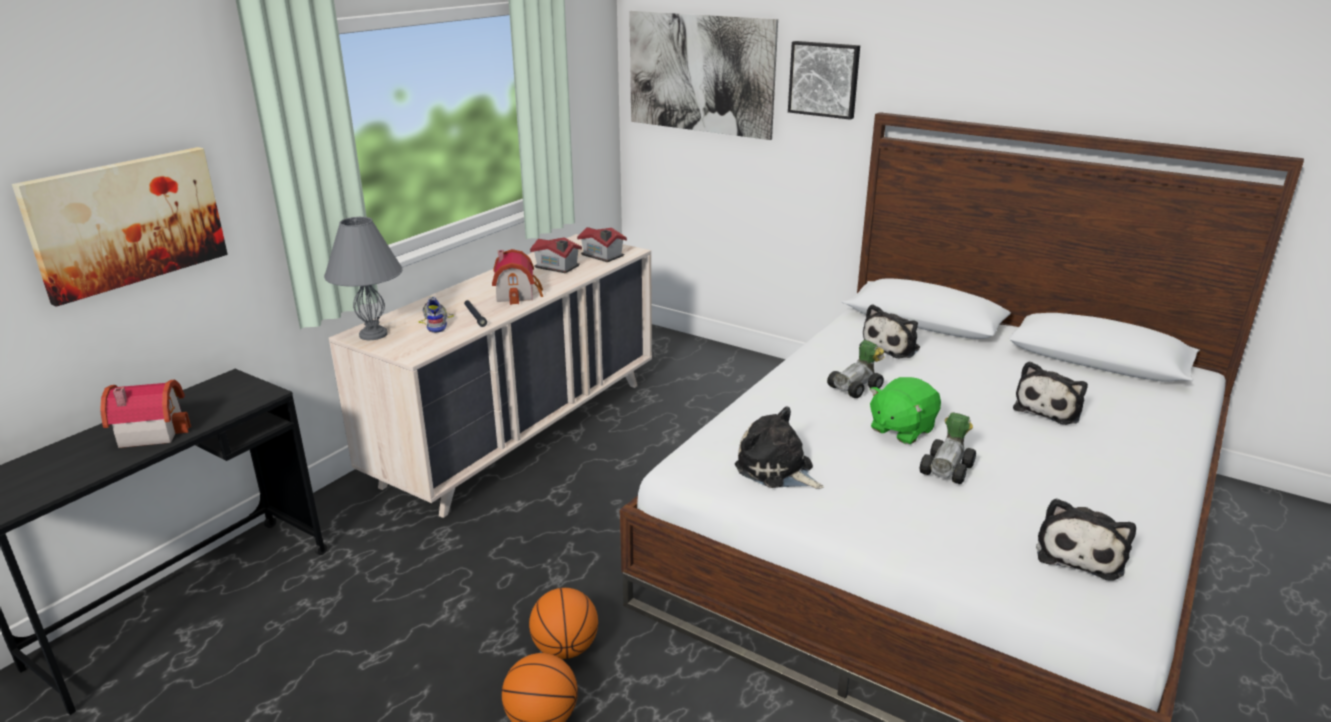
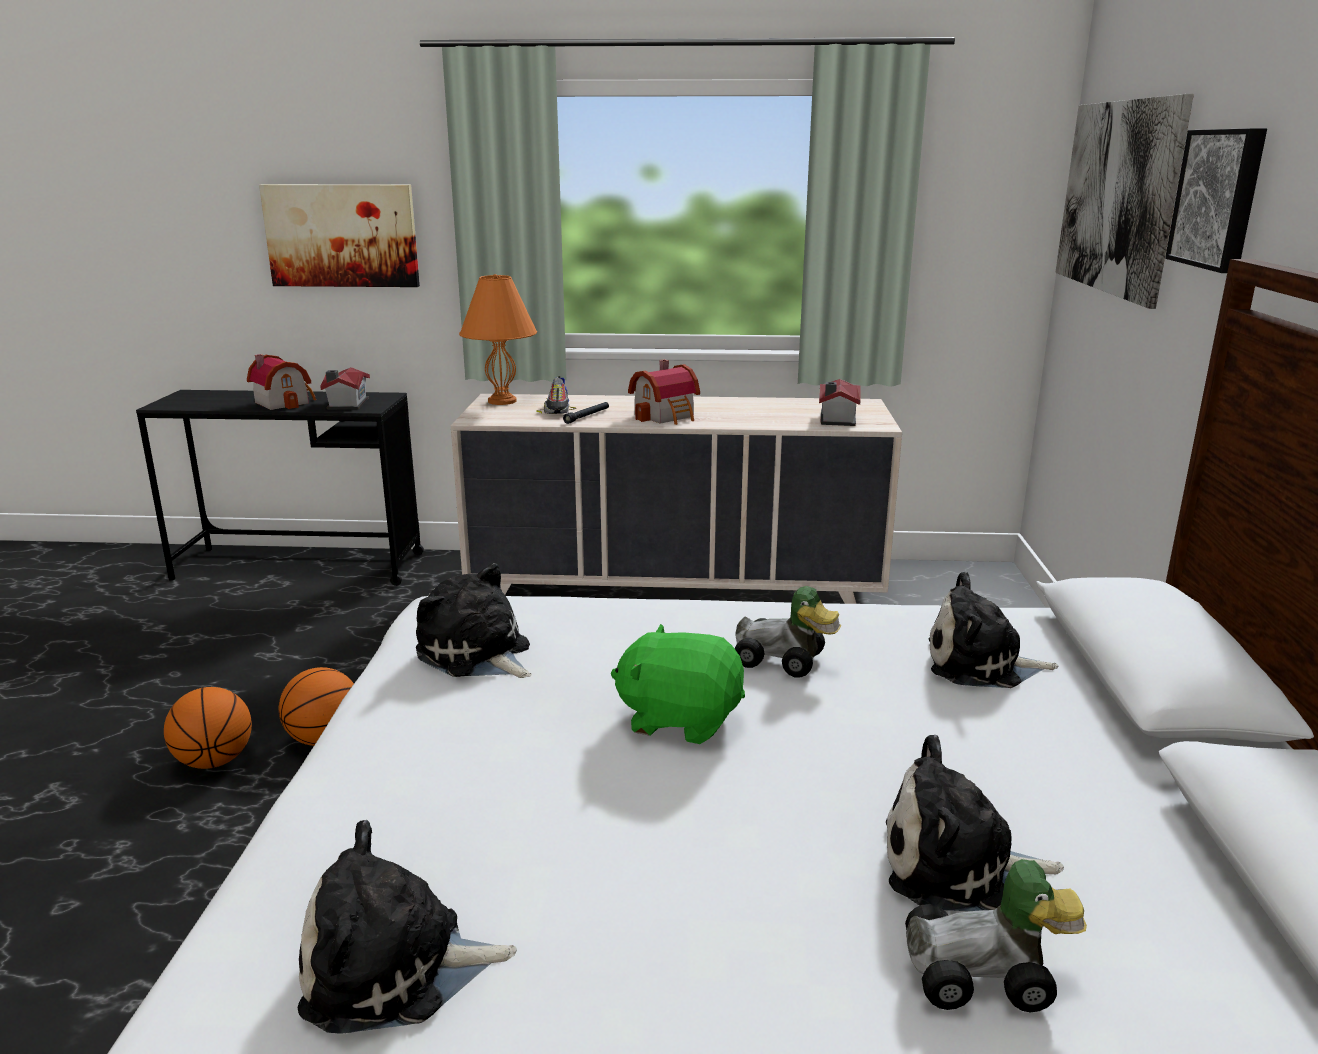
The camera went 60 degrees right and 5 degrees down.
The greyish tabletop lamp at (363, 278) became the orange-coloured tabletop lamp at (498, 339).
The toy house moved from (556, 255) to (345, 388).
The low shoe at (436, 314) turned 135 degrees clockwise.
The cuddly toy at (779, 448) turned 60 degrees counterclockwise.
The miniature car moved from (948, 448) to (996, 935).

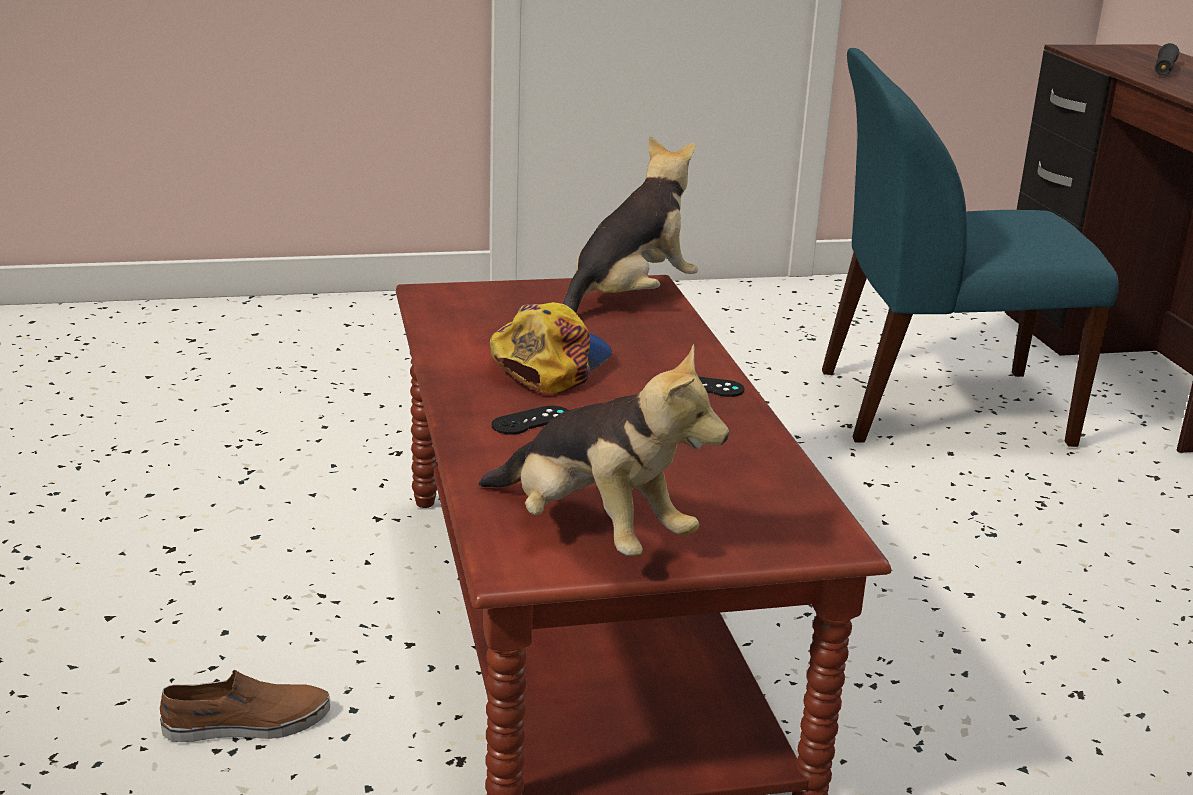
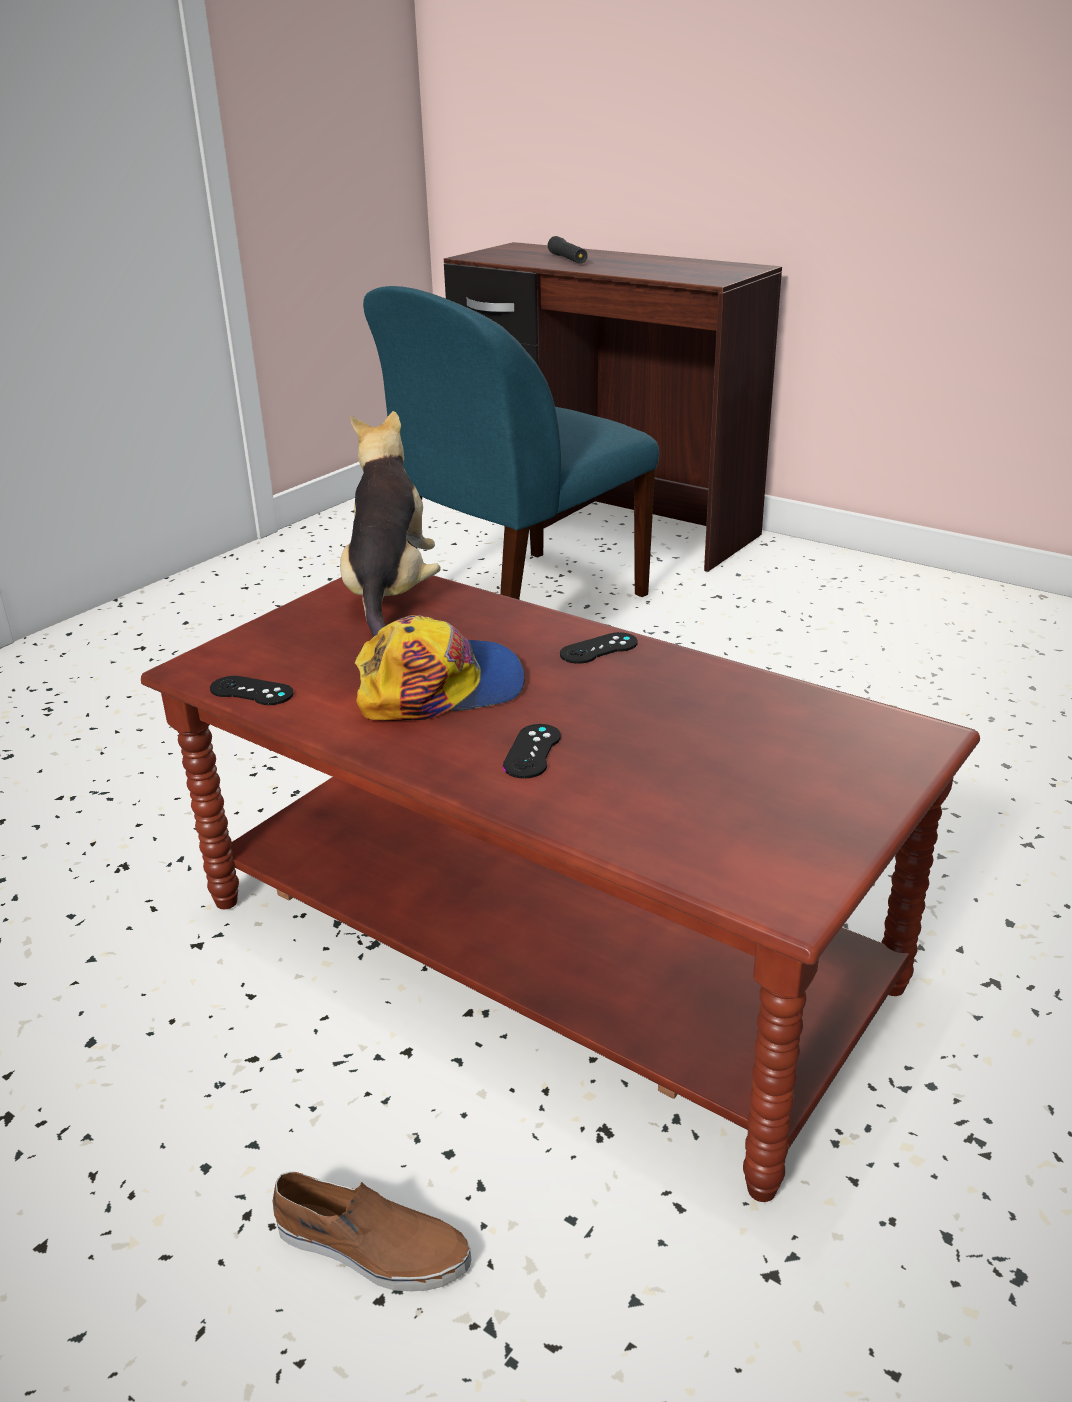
The camera went 40 degrees left and 5 degrees up.
The peaked cap at (551, 348) turned 90 degrees clockwise.
The cuddly toy at (604, 450) disappeared.
The brown low shoe at (245, 706) turned 75 degrees clockwise.
The black-coloured game controller at (252, 690) appeared.

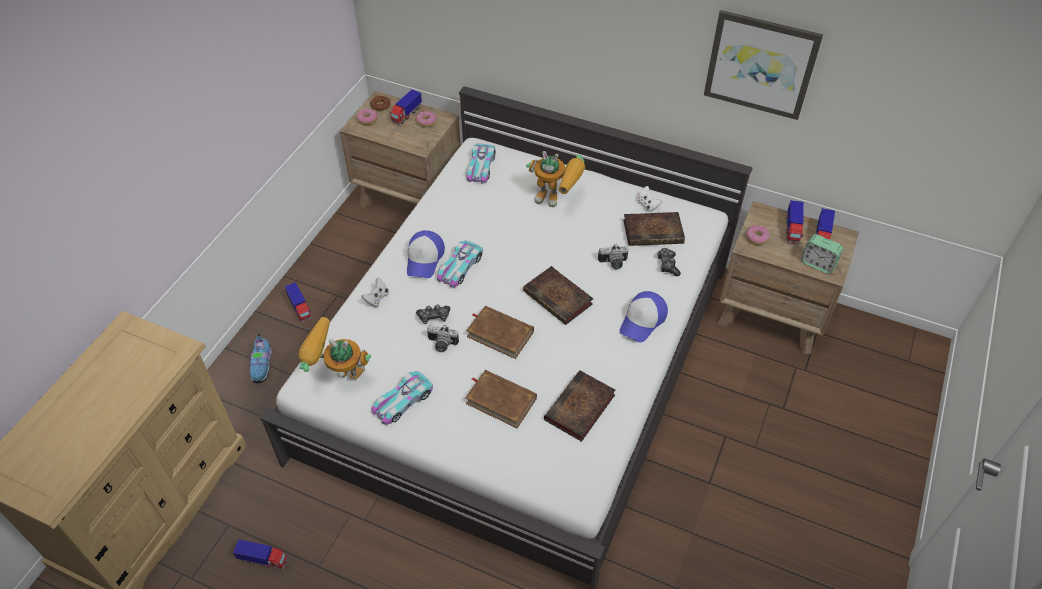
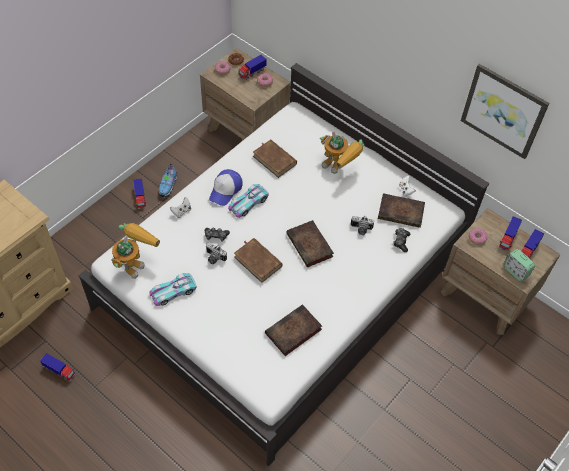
The camera went 15 degrees right and 5 degrees up.
The miniature car at (480, 164) disappeared.
The peaked cap at (644, 316) disappeared.
The robot figure at (335, 348) turned 90 degrees clockwise.
The low shoe moved from (261, 358) to (168, 180).
The brown volume moved from (501, 399) to (275, 158).

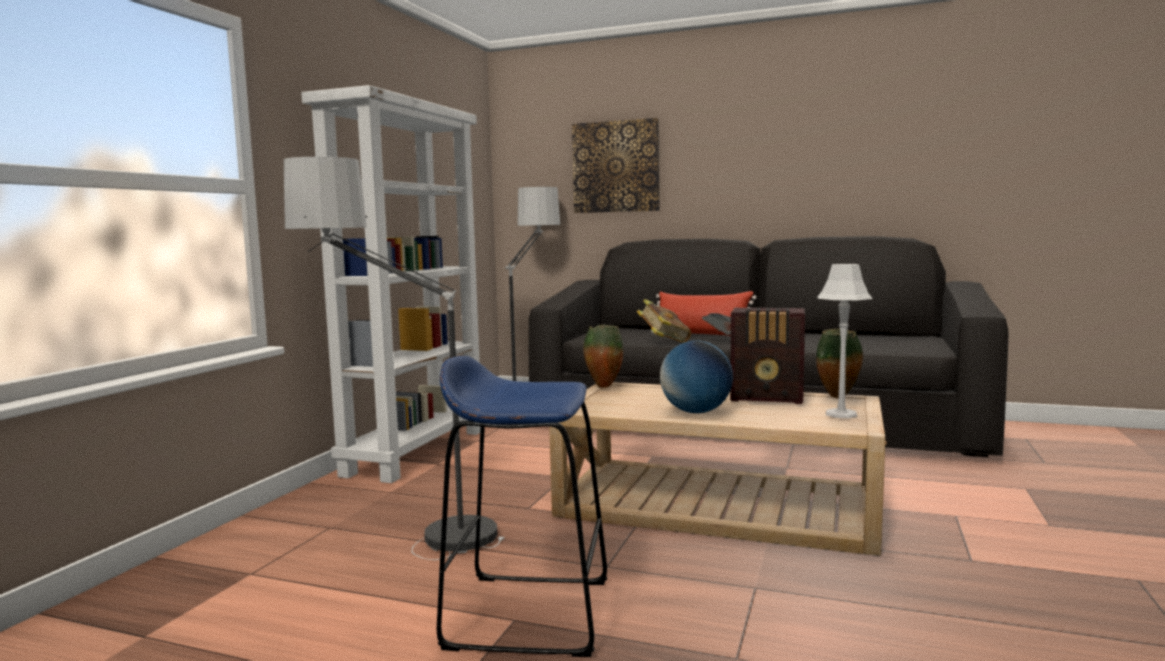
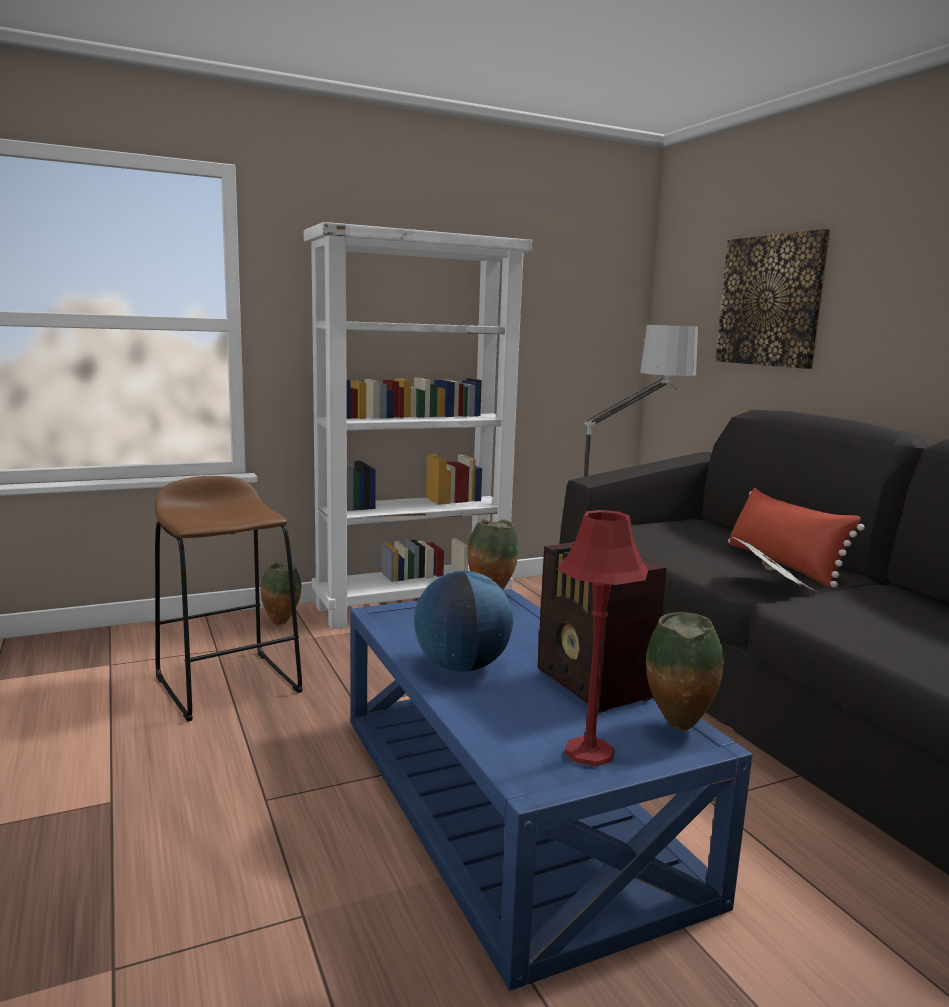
The camera went 45 degrees right and 5 degrees up.
The floor lamp at (394, 358) was replaced by the brown stool seat at (228, 599).
The greyish tabletop lamp at (845, 341) became the reddish tabletop lamp at (602, 638).
The volume at (664, 321) disappeared.
The blue stool seat at (522, 506) disappeared.
The beige low table at (718, 469) became the blue low table at (551, 789).
The flower vase at (281, 594) appeared.

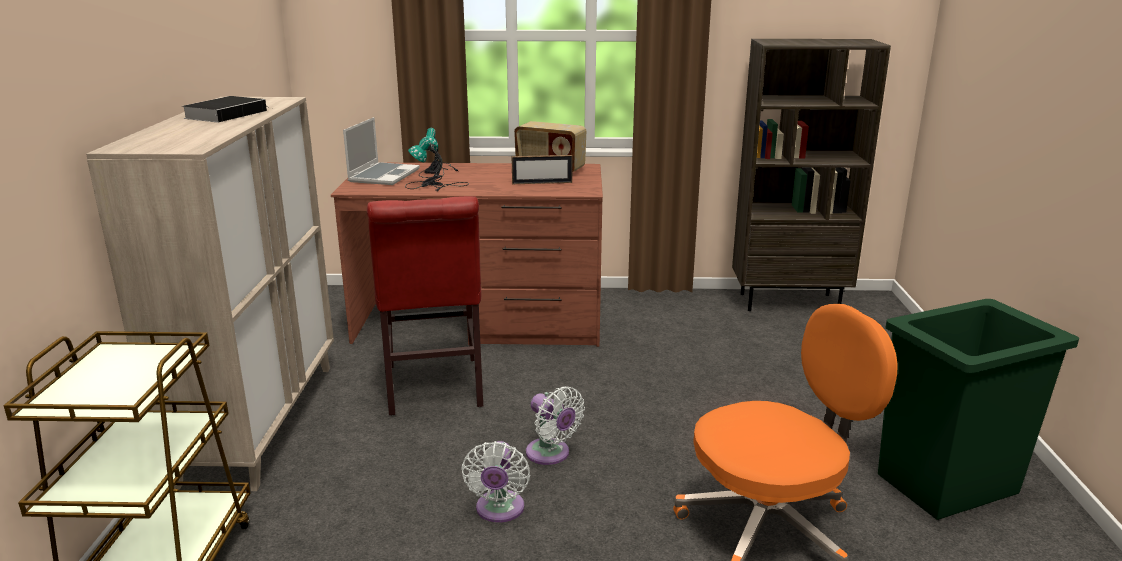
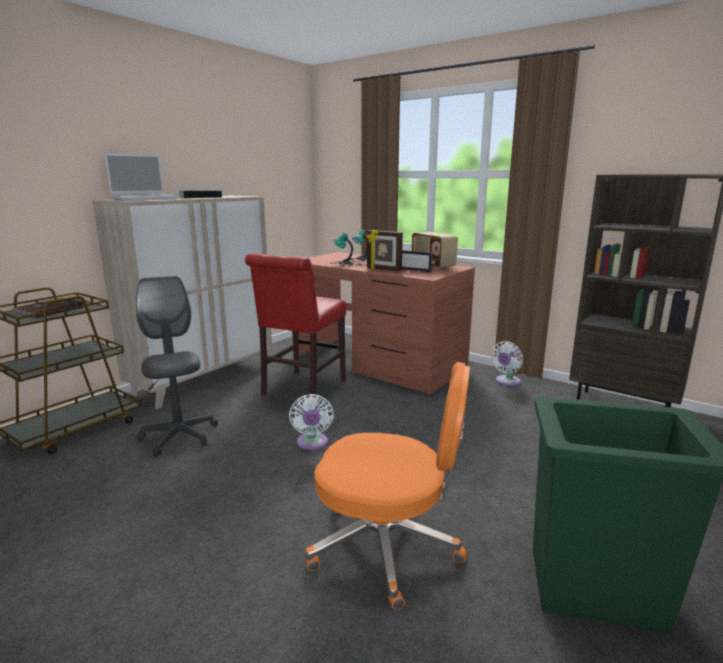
The camera went 35 degrees right and 5 degrees down.
The notebook computer moved from (381, 151) to (141, 177).
The whitish cooling fan moved from (495, 482) to (506, 363).
The photo frame at (385, 250) appeared.
The greyish office chair at (177, 366) appeared.
The brown volume at (48, 308) appeared.

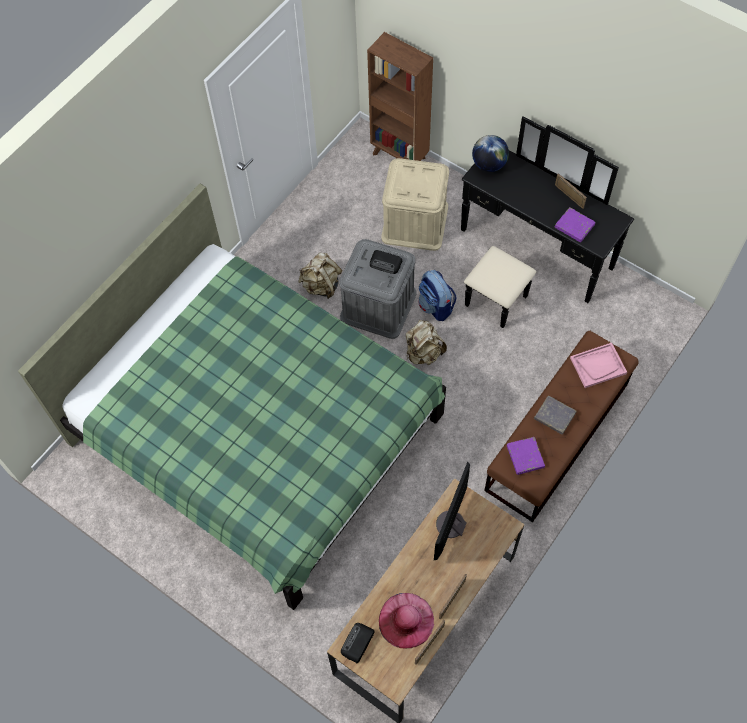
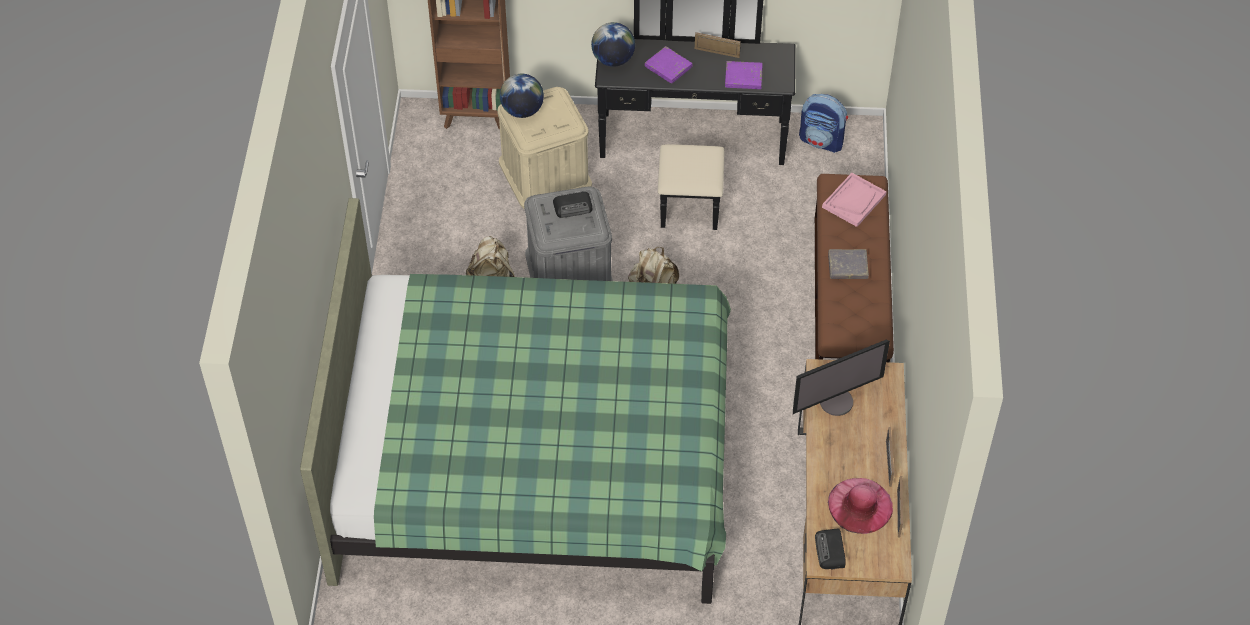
The camera went 35 degrees left and 10 degrees down.
The knapsack moved from (437, 295) to (823, 123).
The purple-coloured volume moved from (526, 456) to (669, 65).
The computer screen at (452, 511) turned 105 degrees counterclockwise.
The world globe at (522, 96) appeared.

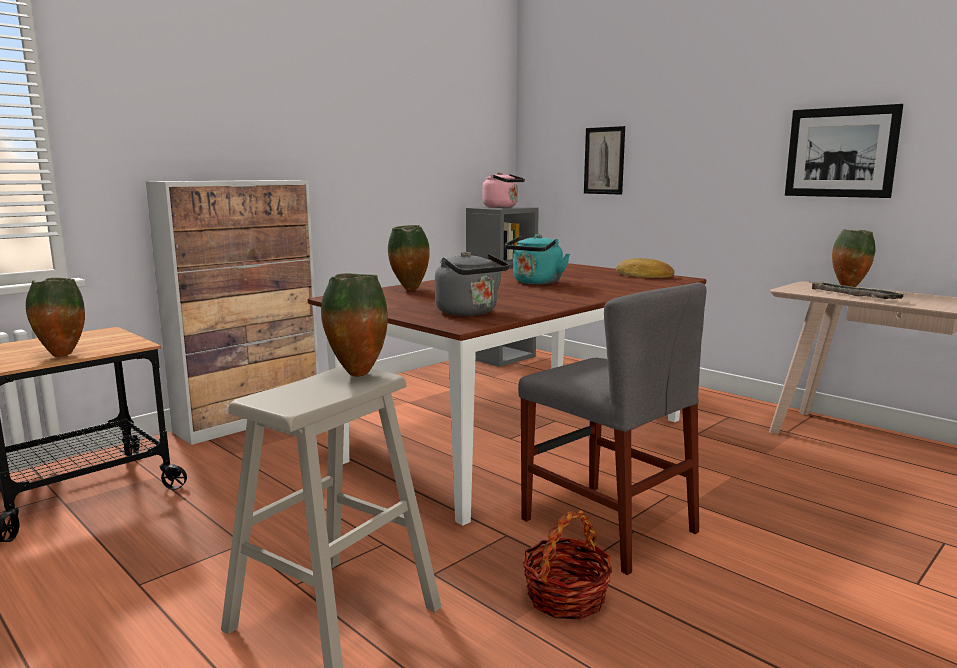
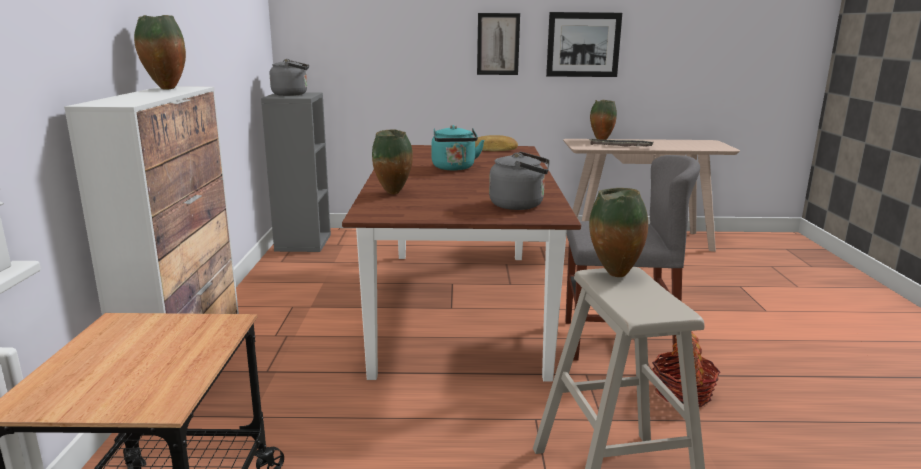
The camera went 45 degrees left and 5 degrees up.
The wall art moved from (604, 160) to (498, 44).
The pink water kettle at (504, 190) became the greyish water kettle at (289, 77).
The flower vase moved from (55, 317) to (160, 52).

